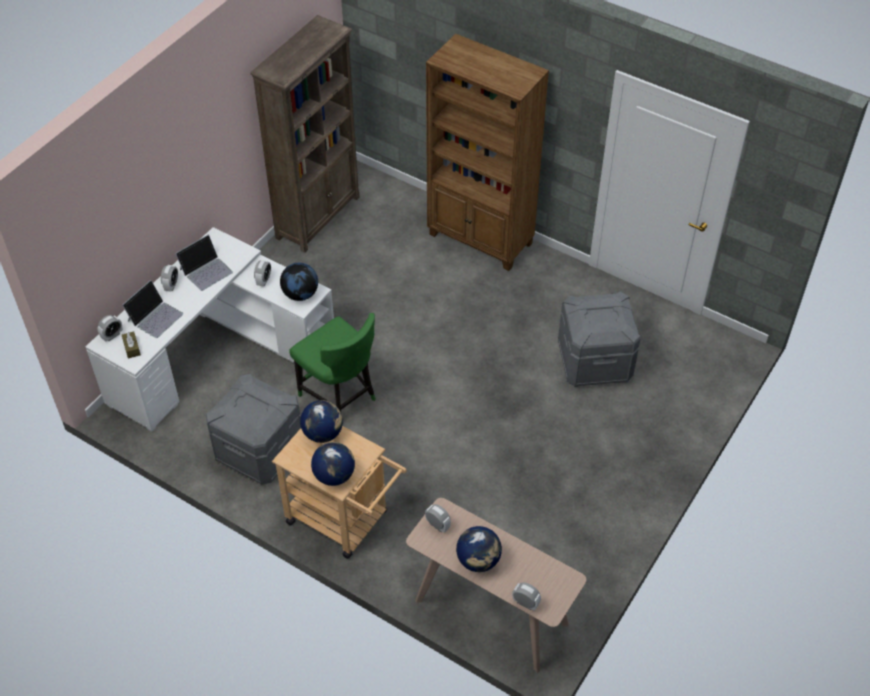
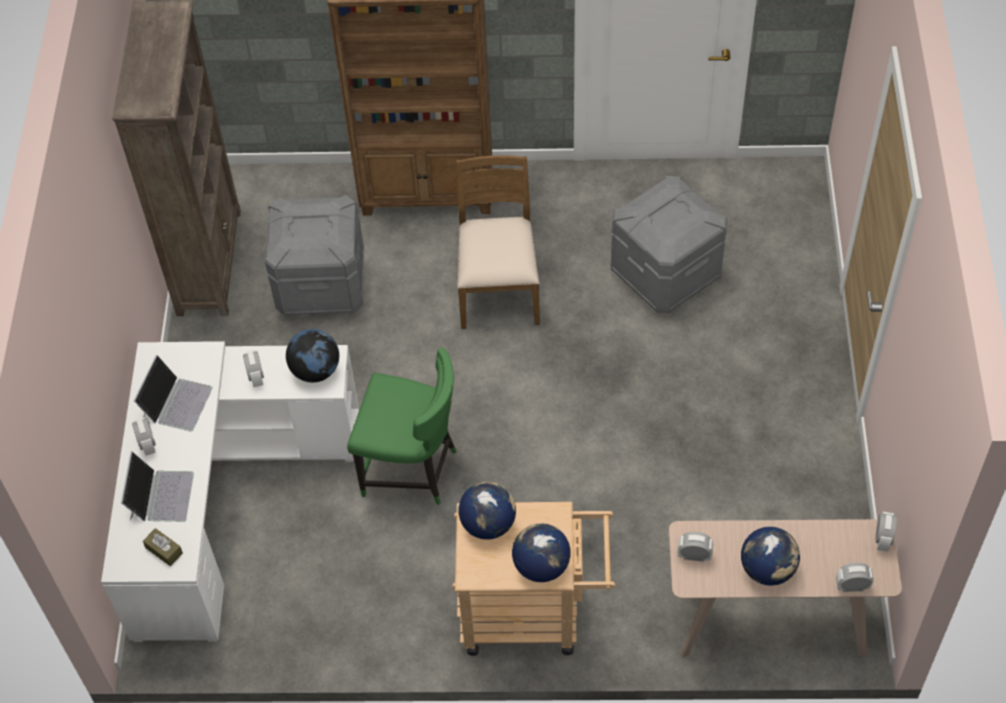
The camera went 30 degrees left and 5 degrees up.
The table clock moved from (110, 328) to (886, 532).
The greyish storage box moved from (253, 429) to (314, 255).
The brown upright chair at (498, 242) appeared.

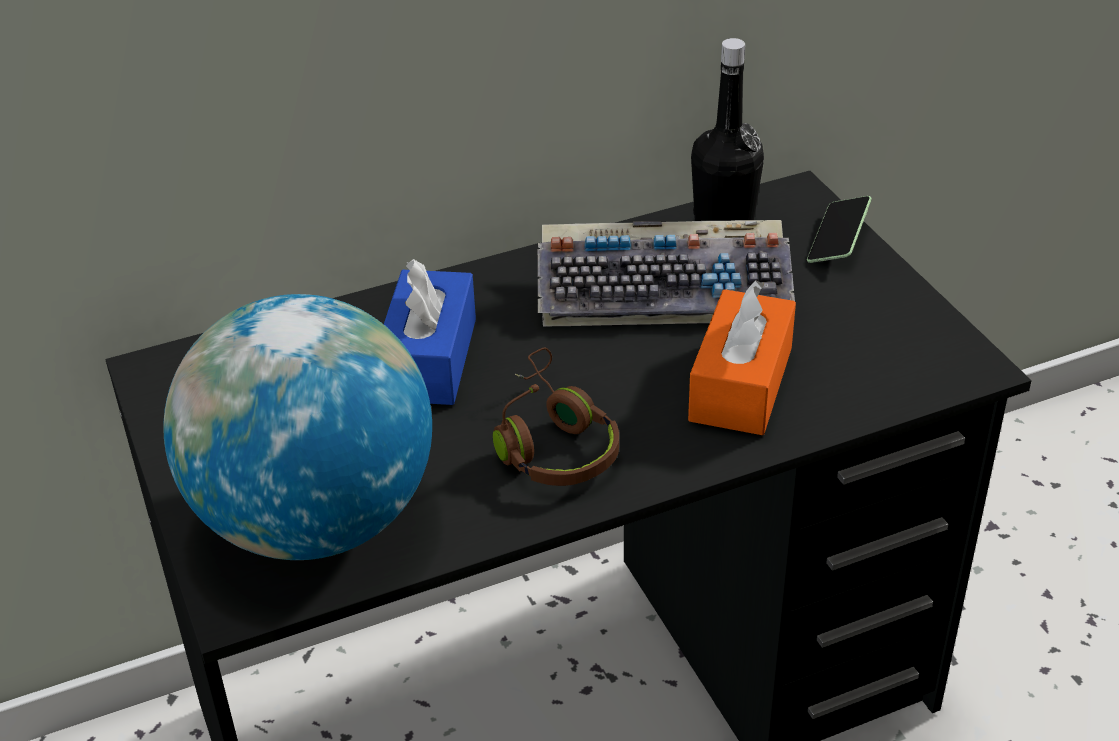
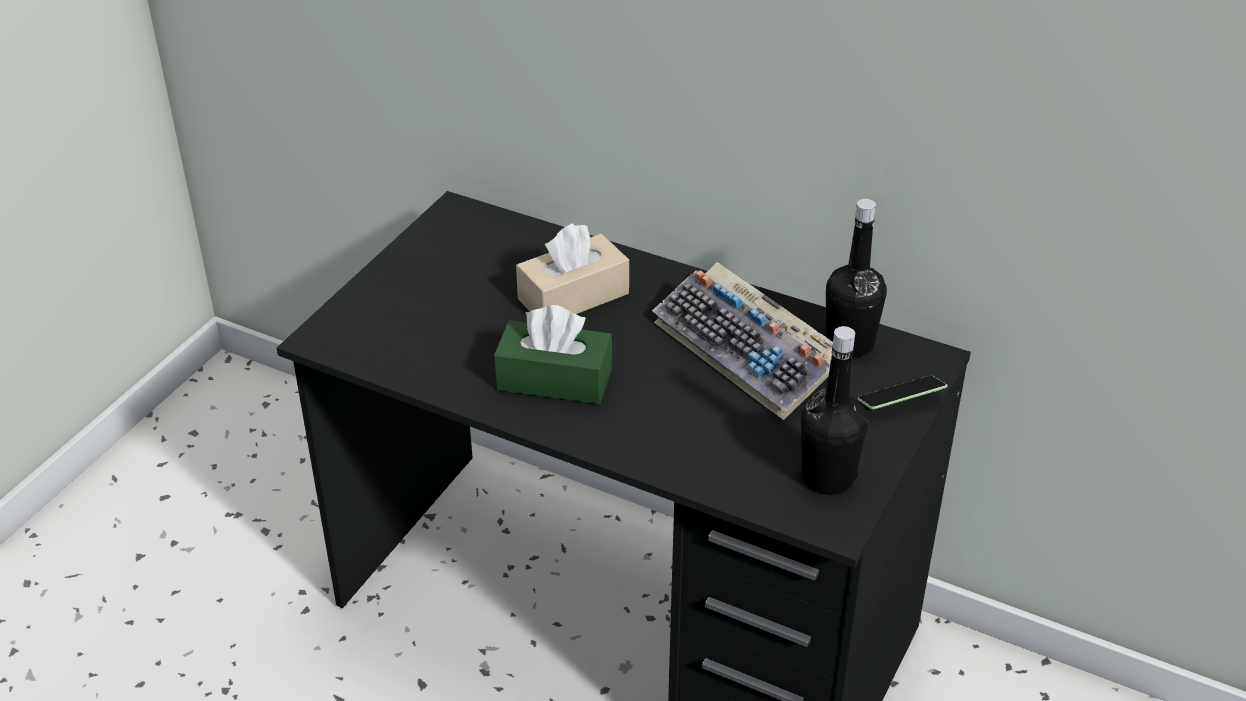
The camera went 50 degrees right and 0 degrees up.
The blue box of tissues at (430, 332) became the beige box of tissues at (572, 268).
The orange-coloured box of tissues at (742, 357) disappeared.
The world globe at (297, 427) disappeared.
The brown headset at (556, 417) was replaced by the green-coloured box of tissues at (553, 354).
The black-coloured beverage bottle at (834, 410) appeared.

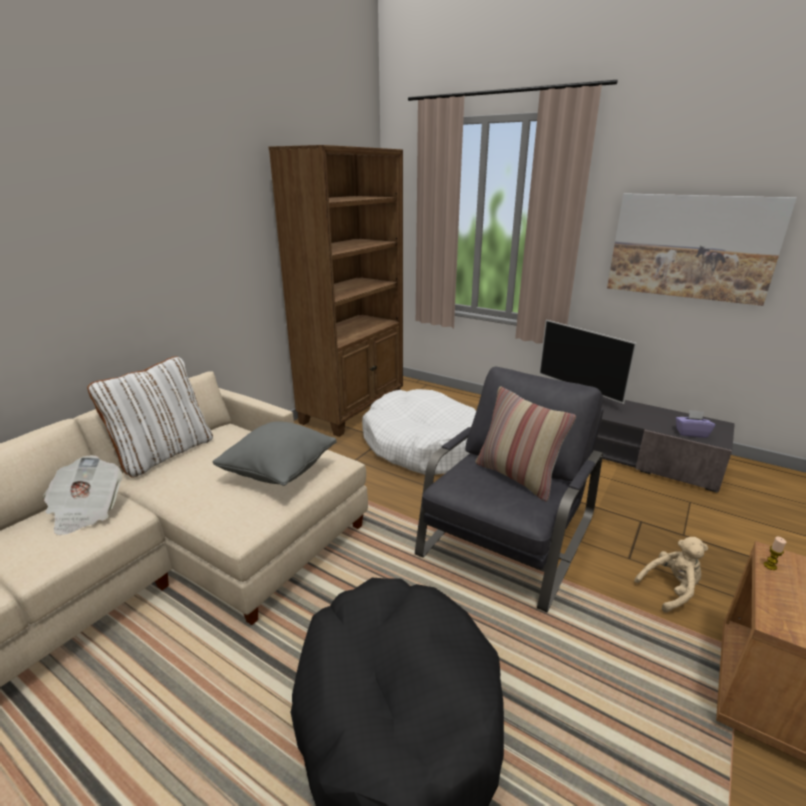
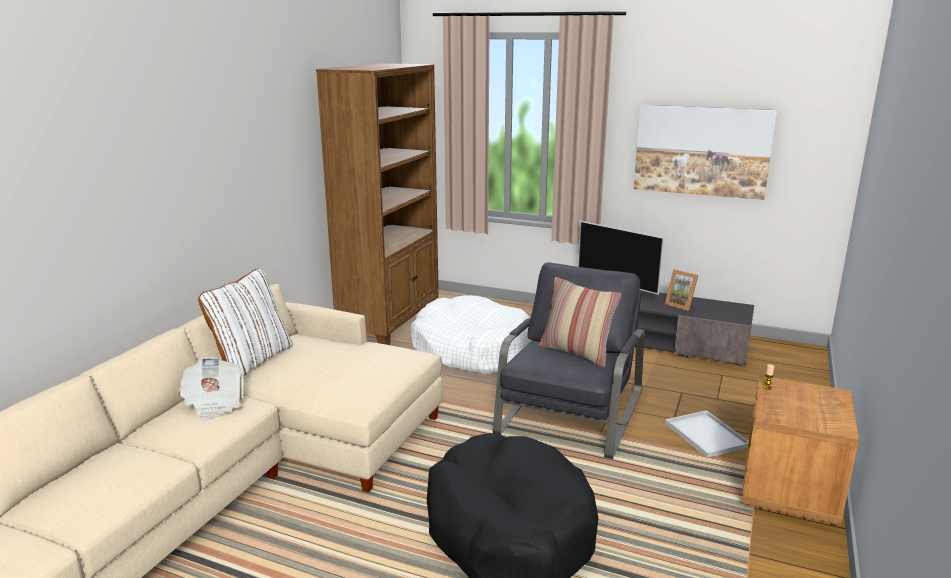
The camera went 10 degrees left and 5 degrees down.
The purple-coloured box of tissues at (695, 424) disappeared.
The greyish pillow at (274, 453) disappeared.
The beige cuddly toy at (671, 575) was replaced by the whitish serving tray at (707, 433).
The photo frame at (681, 290) appeared.

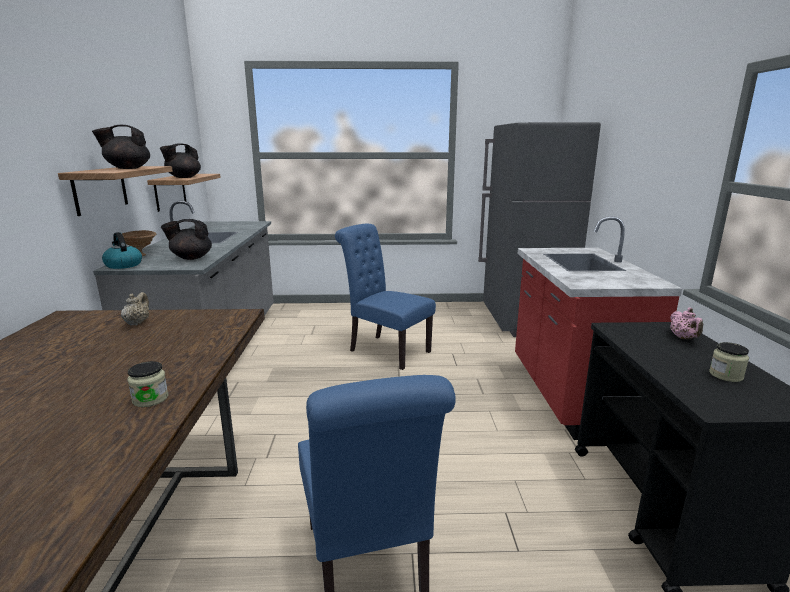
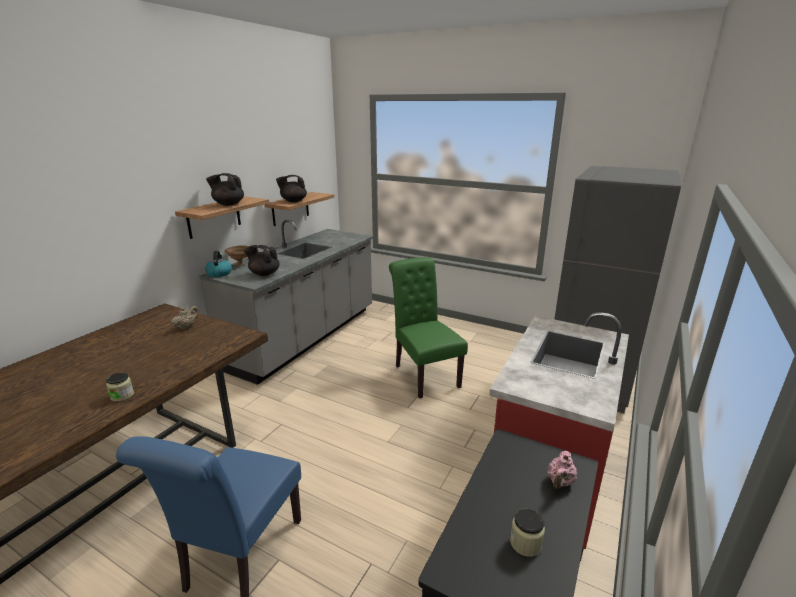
The camera went 30 degrees right and 5 degrees up.
The blue upright chair at (385, 297) became the green-coloured upright chair at (428, 328).

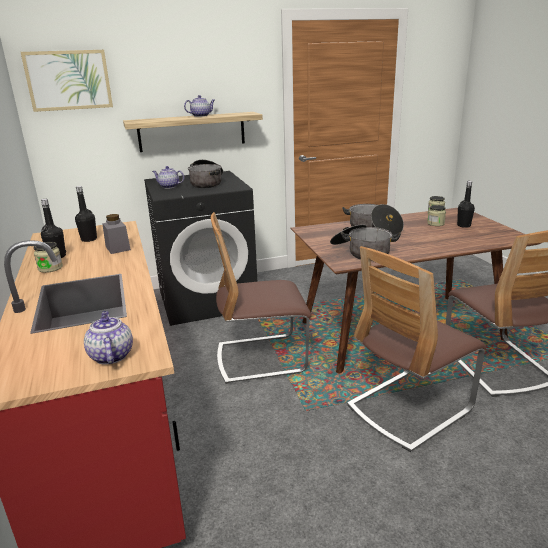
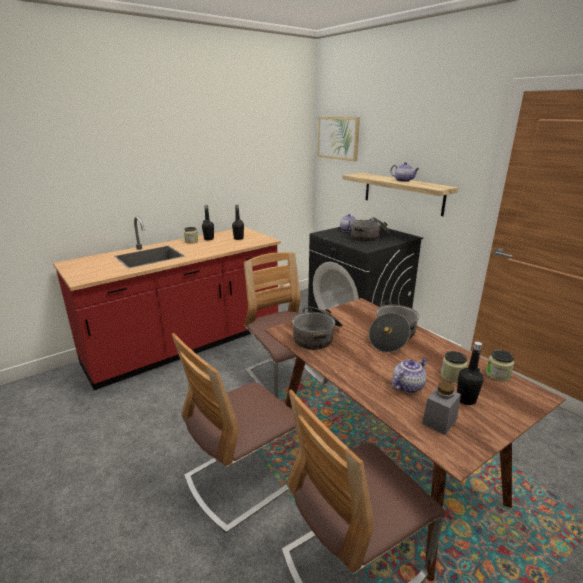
The camera went 70 degrees right and 0 degrees up.
The greyish storage jar moved from (116, 234) to (441, 408).
The upright chair at (416, 349) turned 75 degrees counterclockwise.
The tea pot moved from (108, 337) to (410, 375).

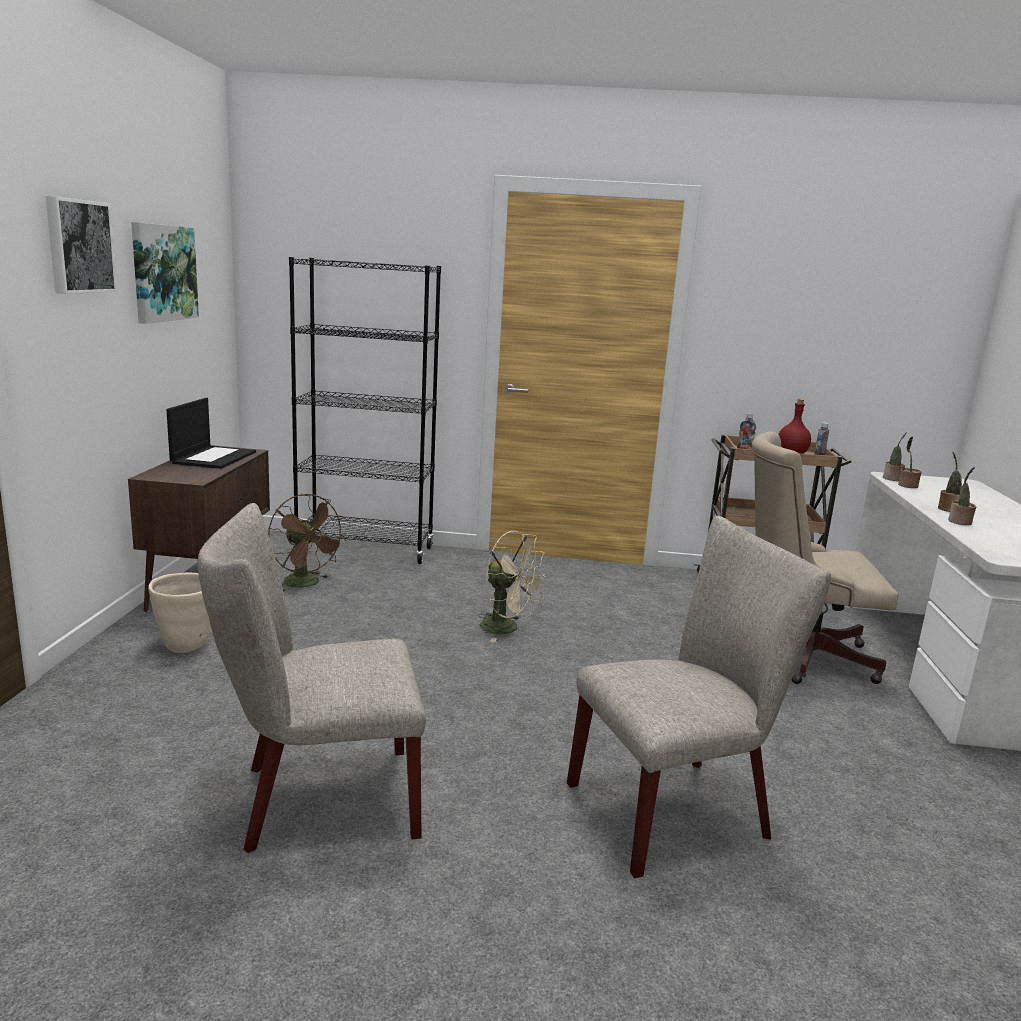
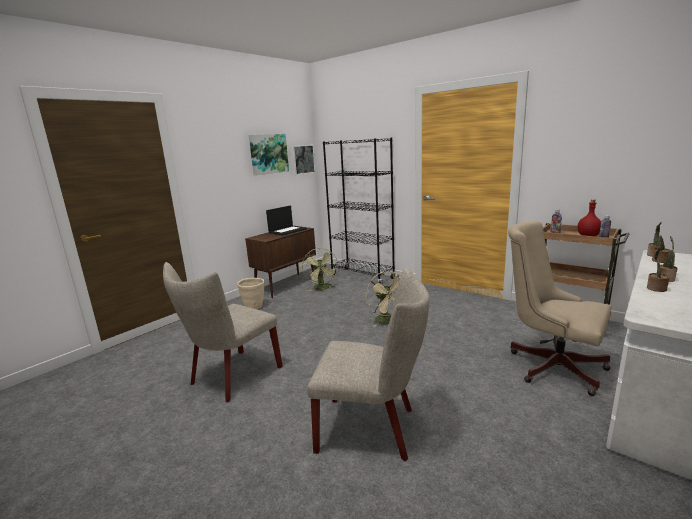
The camera went 35 degrees right and 0 degrees up.
The wall art moved from (81, 245) to (303, 160).
The brown cooling fan at (307, 543) became the green-coloured cooling fan at (320, 269).
The beige upright chair at (312, 678) turned 75 degrees counterclockwise.

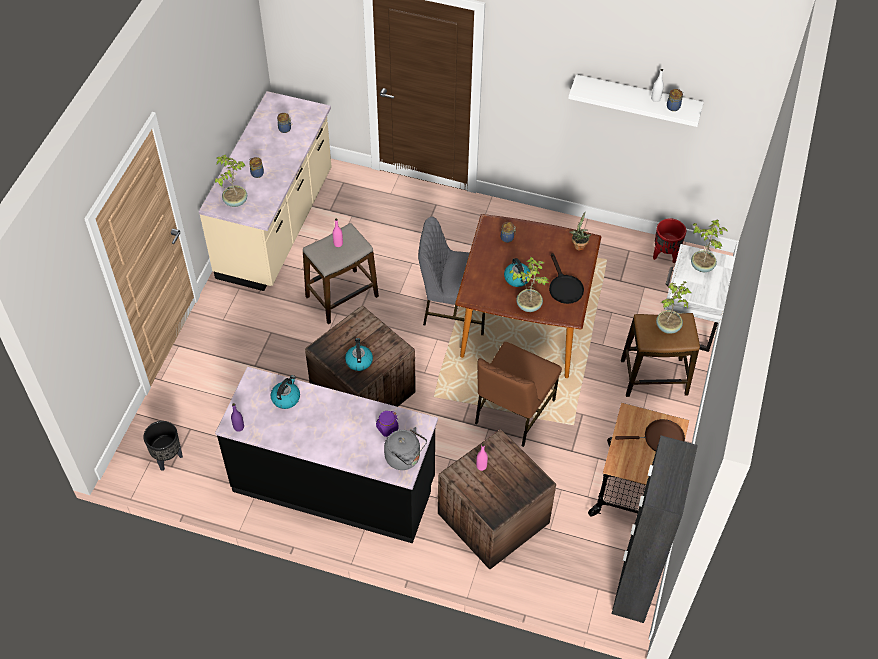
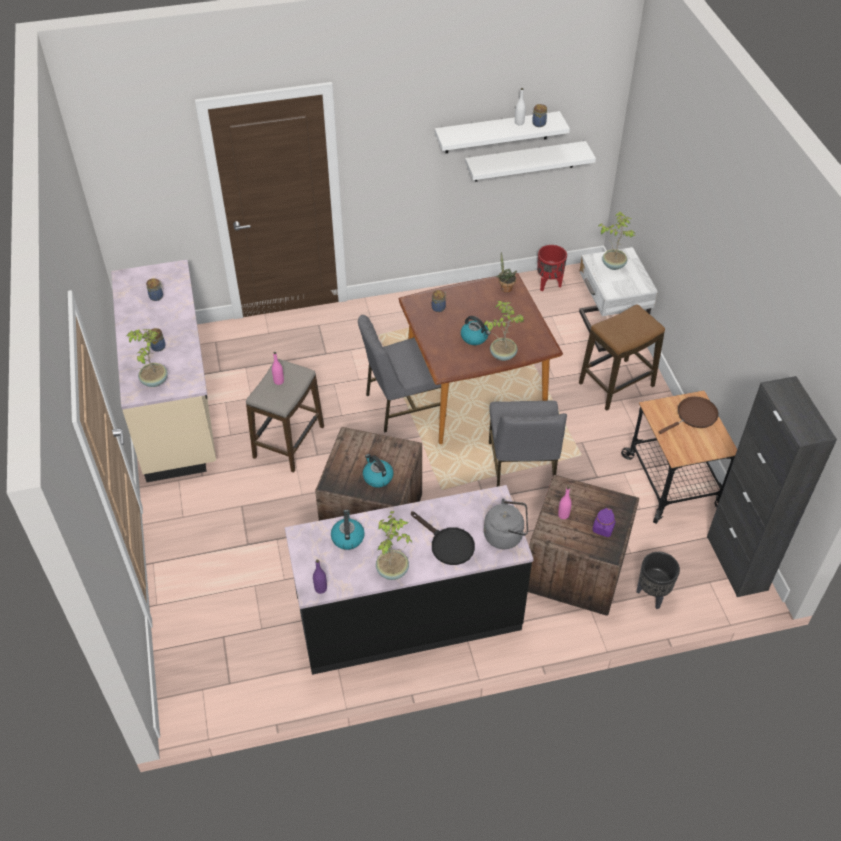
The camera went 30 degrees left and 5 degrees down.
The black-coloured pan moved from (566, 278) to (443, 538).
The houseplant moved from (674, 307) to (394, 545).
The brown upright chair at (518, 394) became the greyish upright chair at (528, 444).
The purple-coloured storage jar moved from (387, 424) to (604, 522).
The black-coloured planter moved from (163, 446) to (658, 580).
The whitish wall shelf at (530, 161) appeared.

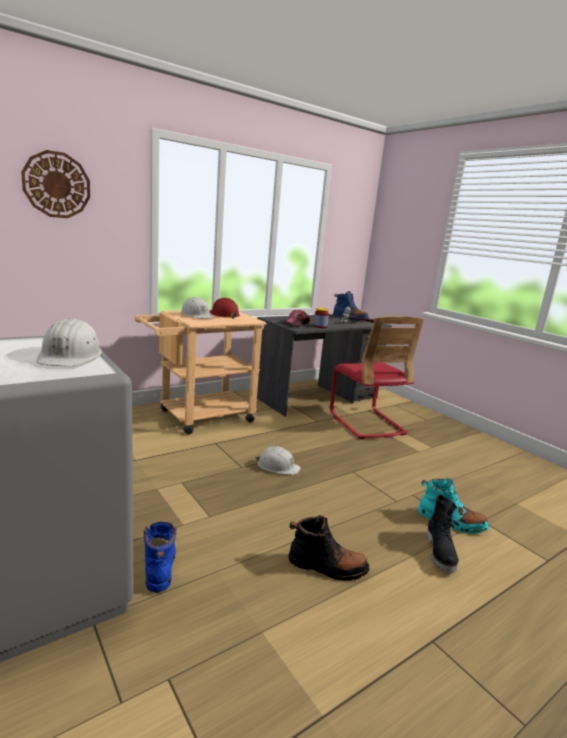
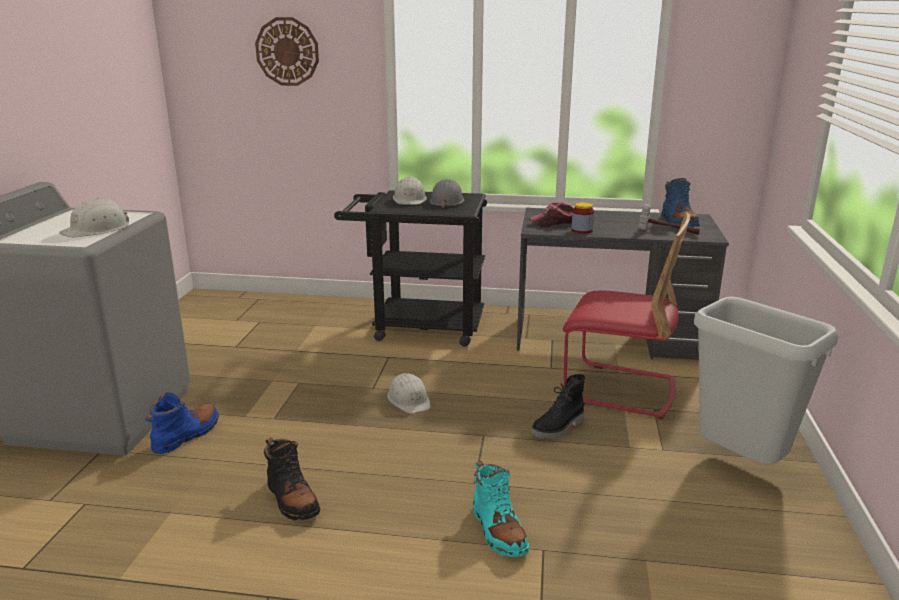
The camera went 45 degrees right and 5 degrees up.
The reddish safety helmet at (225, 308) became the greyish safety helmet at (447, 193).
The beige cart at (200, 371) became the black-coloured cart at (410, 268).
The reddish upright chair at (377, 377) turned 90 degrees counterclockwise.
The black-coloured high-top boot moved from (442, 534) to (558, 406).
The greyish trash can at (766, 381) appeared.

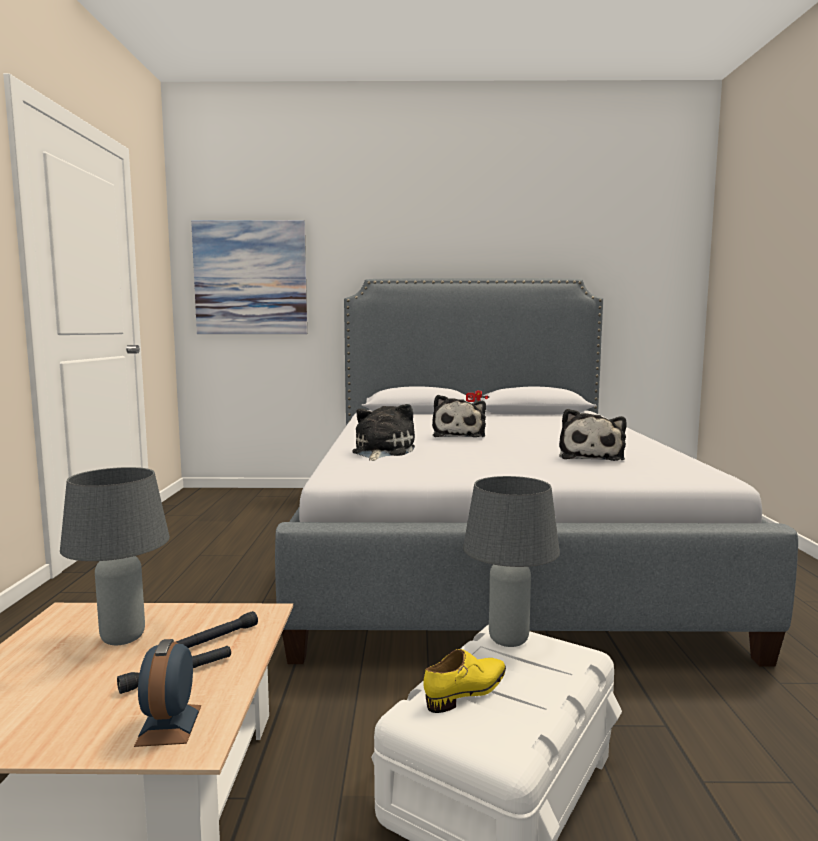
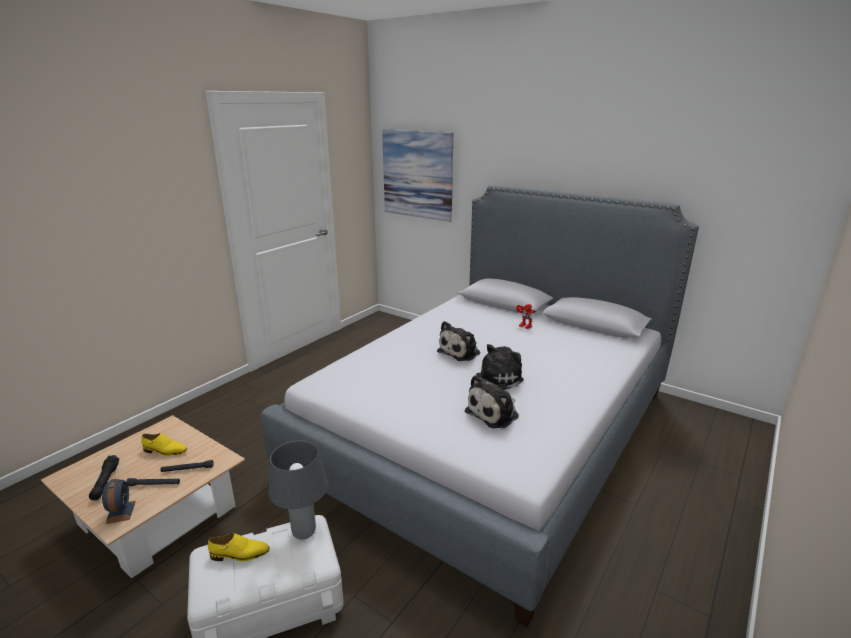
The camera went 35 degrees right and 15 degrees up.
The cuddly toy moved from (383, 432) to (500, 367).
The greyish tabletop lamp at (115, 556) was replaced by the yellowish low shoe at (164, 444).
The table clock at (167, 693) turned 135 degrees clockwise.
The black-coloured hand torch at (104, 478) appeared.

